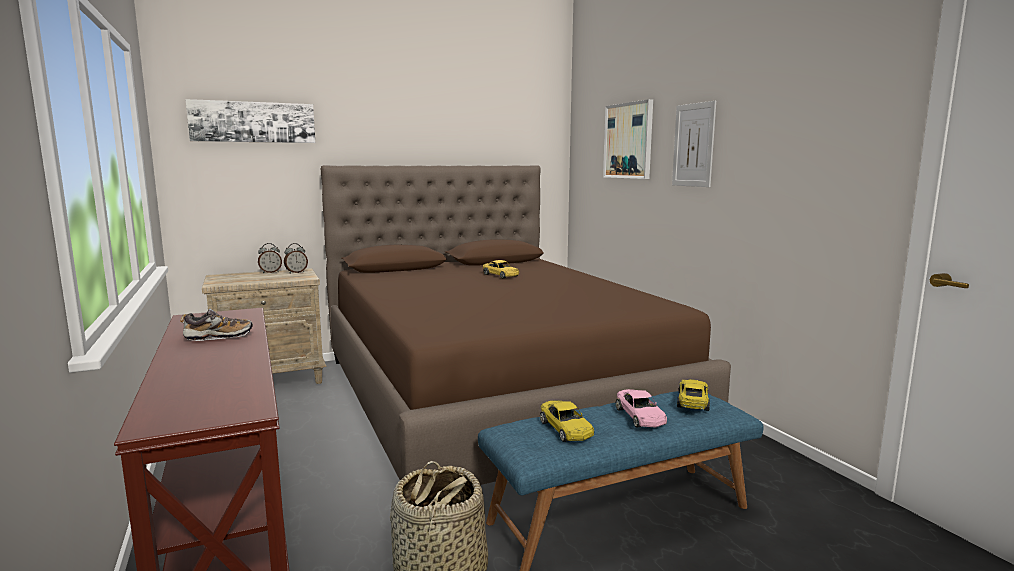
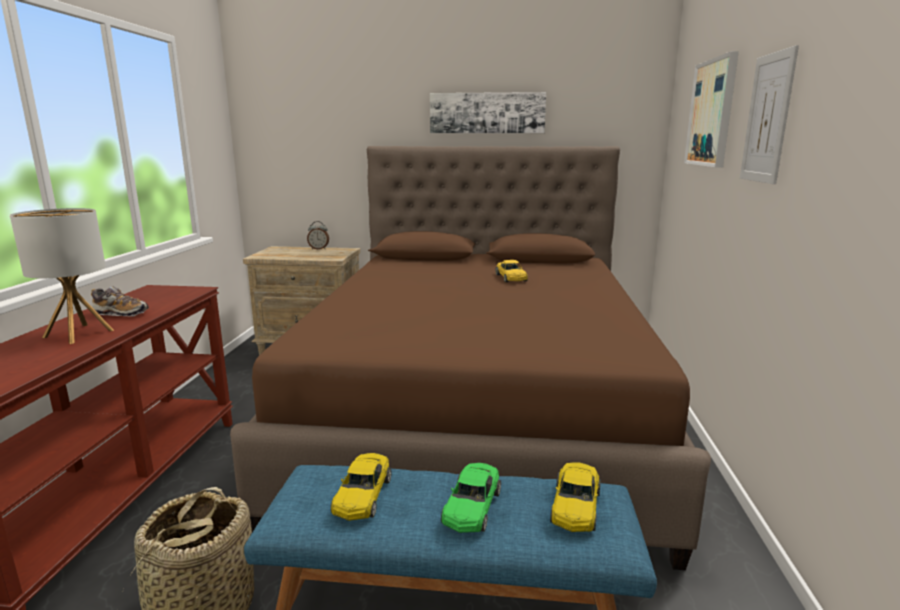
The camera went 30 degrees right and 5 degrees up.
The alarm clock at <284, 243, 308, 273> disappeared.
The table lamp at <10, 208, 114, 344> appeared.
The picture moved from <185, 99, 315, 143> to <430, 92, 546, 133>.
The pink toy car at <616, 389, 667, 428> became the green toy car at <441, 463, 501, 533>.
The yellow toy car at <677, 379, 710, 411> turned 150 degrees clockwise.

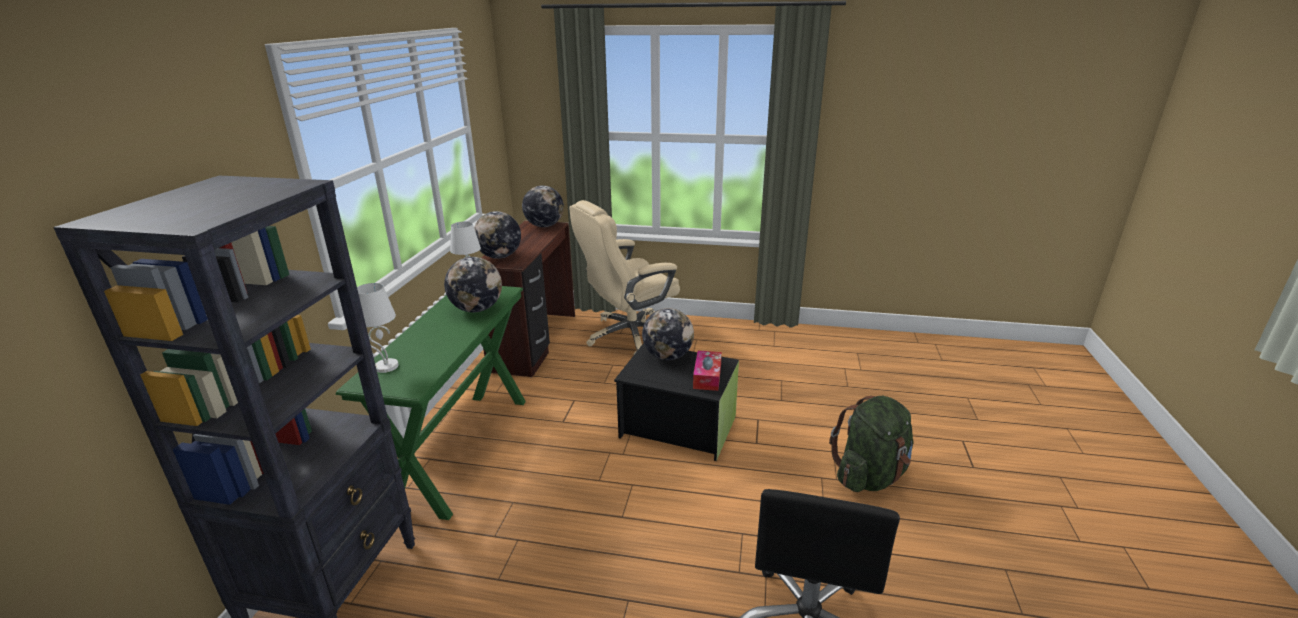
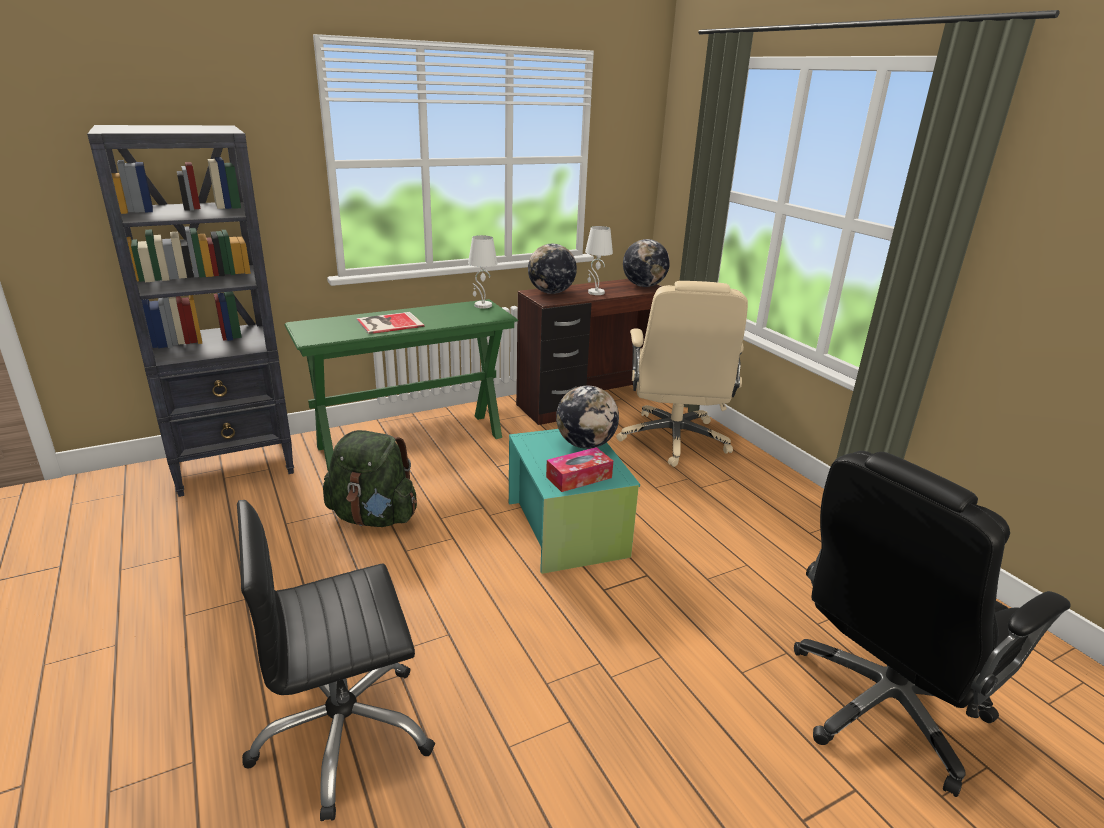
The camera went 50 degrees right and 0 degrees up.
The globe at <444, 257, 502, 312> disappeared.
The book at <356, 312, 424, 334> appeared.
The black office chair at <794, 451, 1071, 797> appeared.
The white table lamp moved from <357, 283, 399, 373> to <585, 226, 613, 295>.
The green backpack moved from <829, 396, 914, 492> to <323, 430, 417, 527>.
The black storage box at <614, 343, 739, 461> became the turquoise storage box at <509, 429, 640, 574>.
The beige office chair at <570, 200, 680, 356> turned 105 degrees counterclockwise.

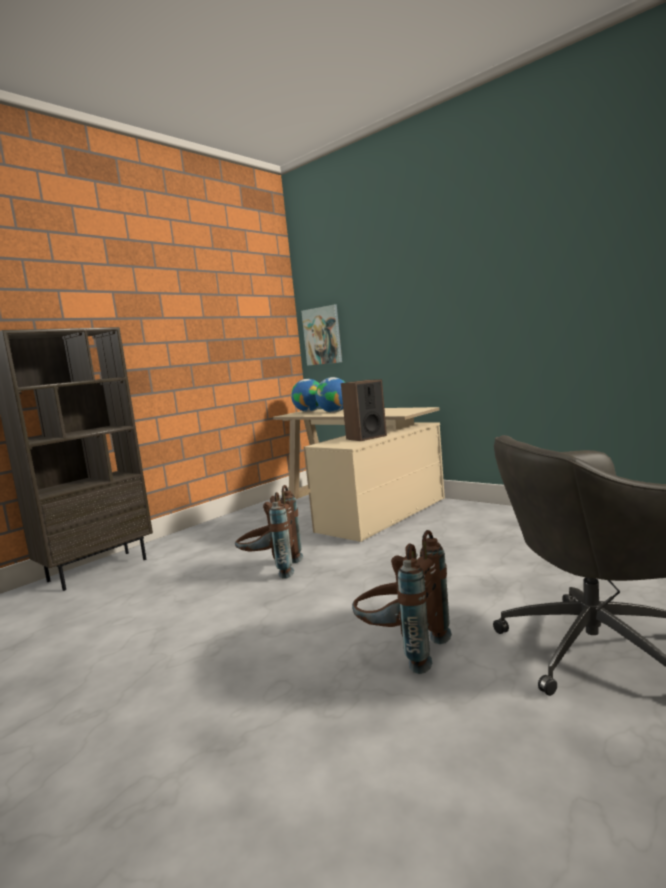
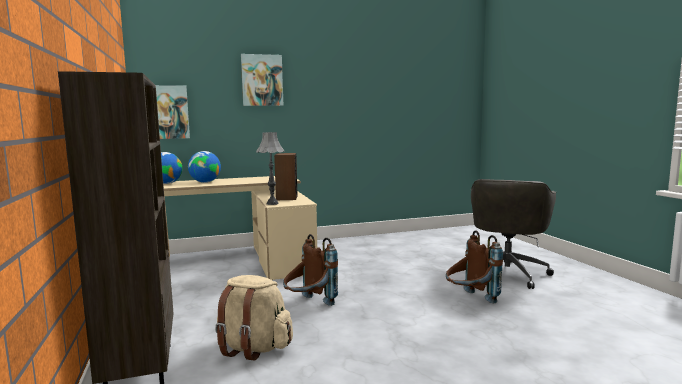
The camera went 60 degrees left and 0 degrees up.
The beige backpack at <215, 275, 293, 360> appeared.
The picture at <241, 54, 283, 106> appeared.
The grey table lamp at <256, 132, 284, 205> appeared.

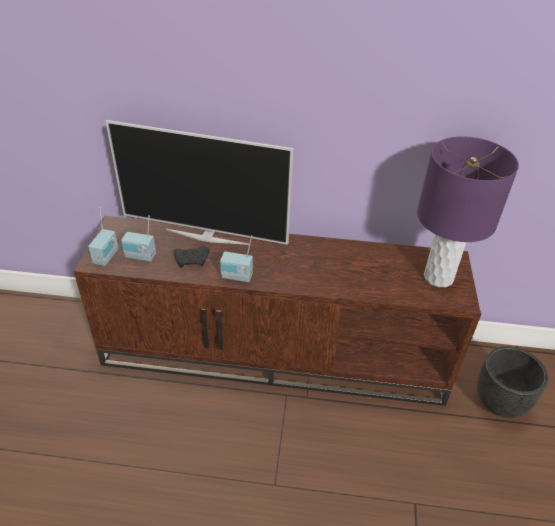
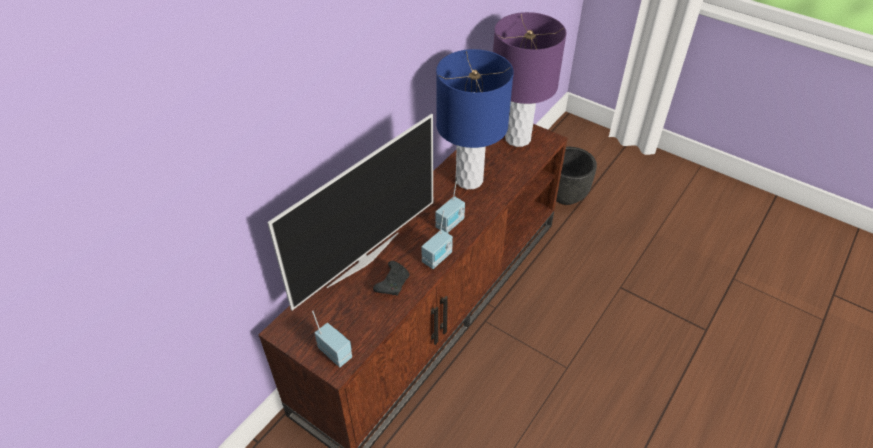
The camera went 60 degrees left and 5 degrees up.
The blue table lamp at <436, 49, 514, 189> appeared.
The radio moved from <121, 215, 156, 262> to <436, 177, 465, 233>.

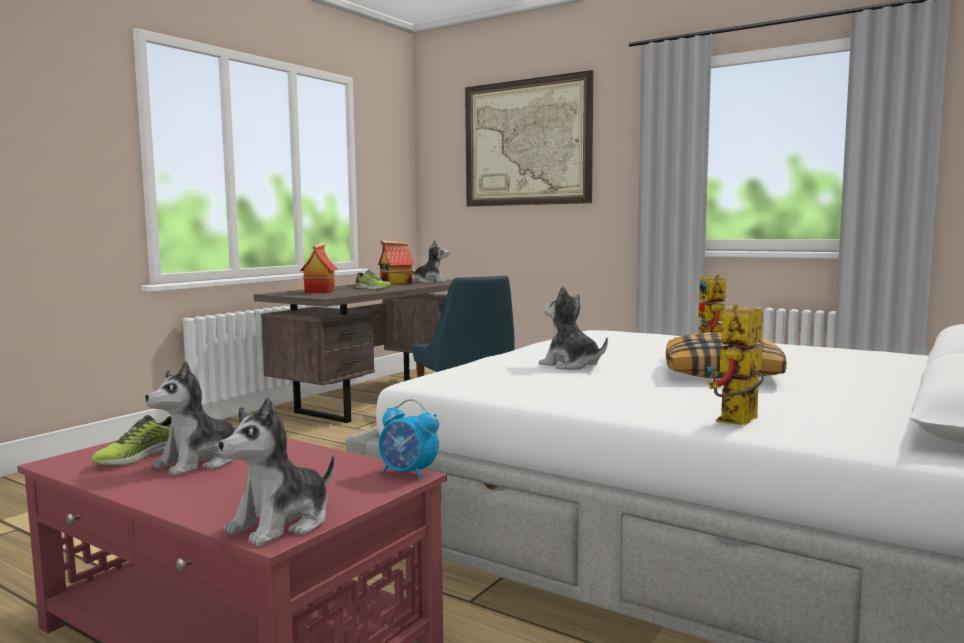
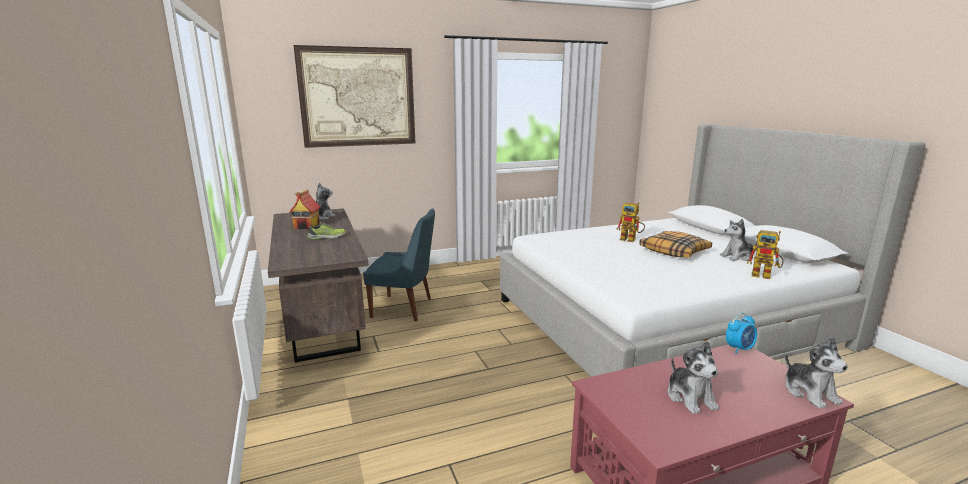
The camera went 55 degrees left and 10 degrees up.
The shoe at <91, 415, 171, 466> disappeared.
The toy house at <300, 242, 337, 293> disappeared.
The plush toy moved from <539, 286, 608, 370> to <720, 219, 757, 261>.
The toy robot at <707, 304, 764, 425> turned 45 degrees counterclockwise.

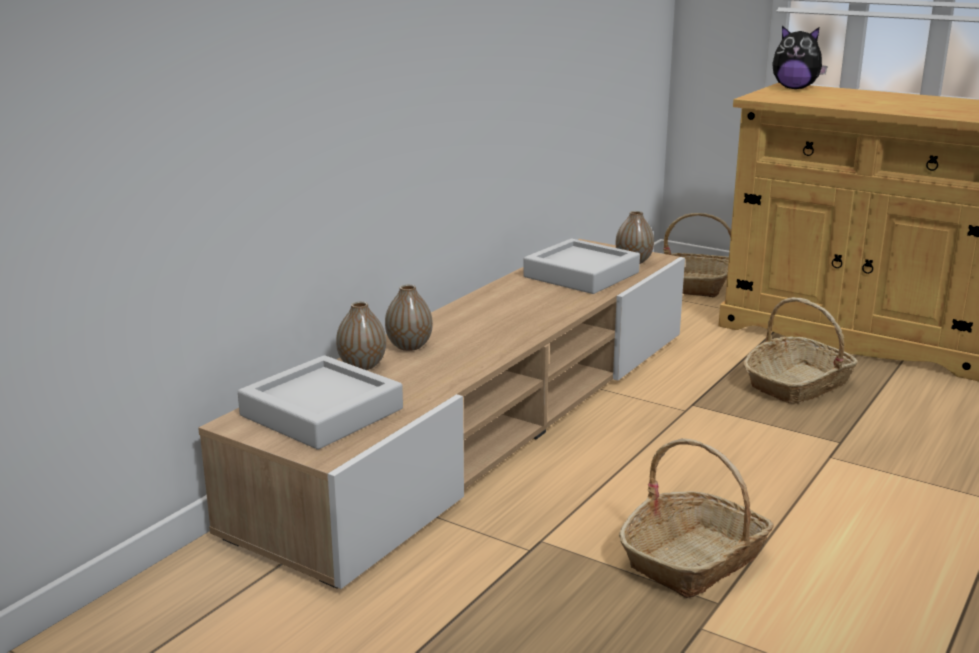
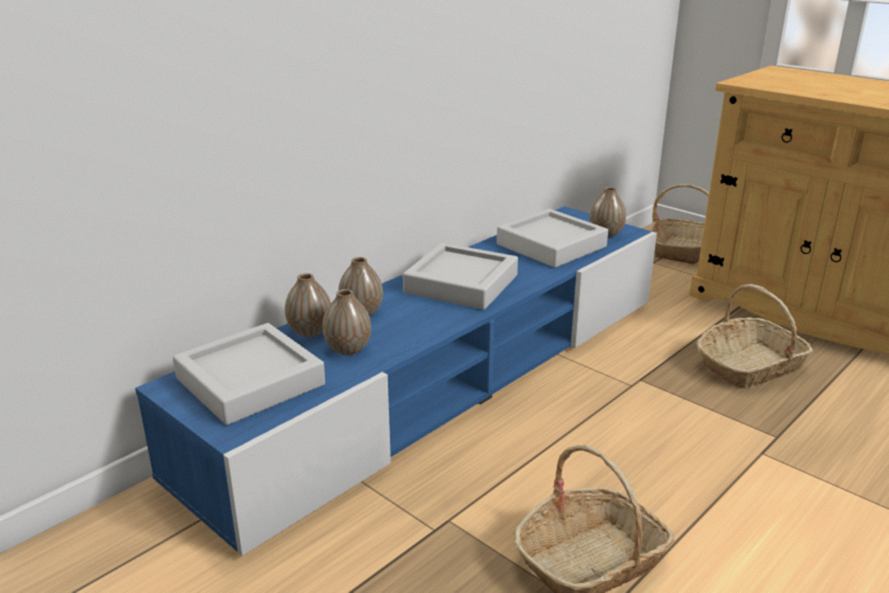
The camera went 10 degrees right and 5 degrees up.
The plush toy at <772, 26, 828, 89> disappeared.
The vase at <322, 289, 371, 355> appeared.
The grey tray at <403, 243, 518, 310> appeared.
The beige tv stand at <198, 239, 685, 589> became the blue tv stand at <135, 206, 657, 556>.

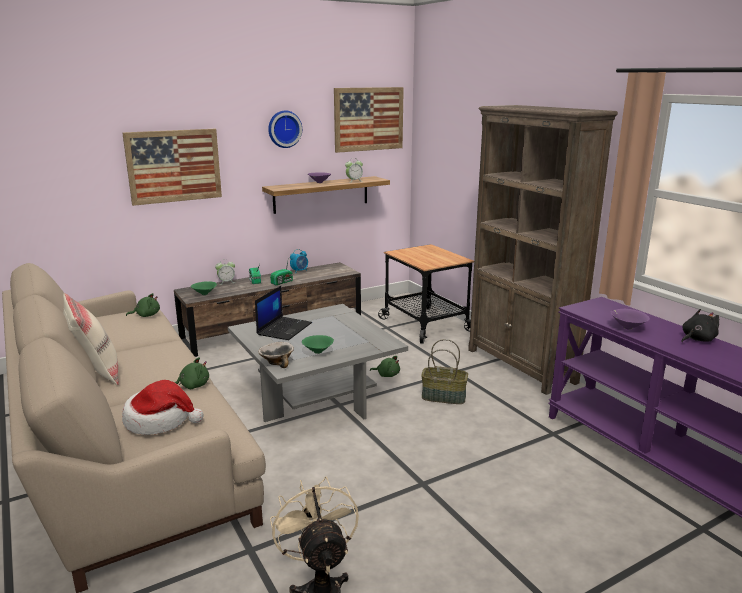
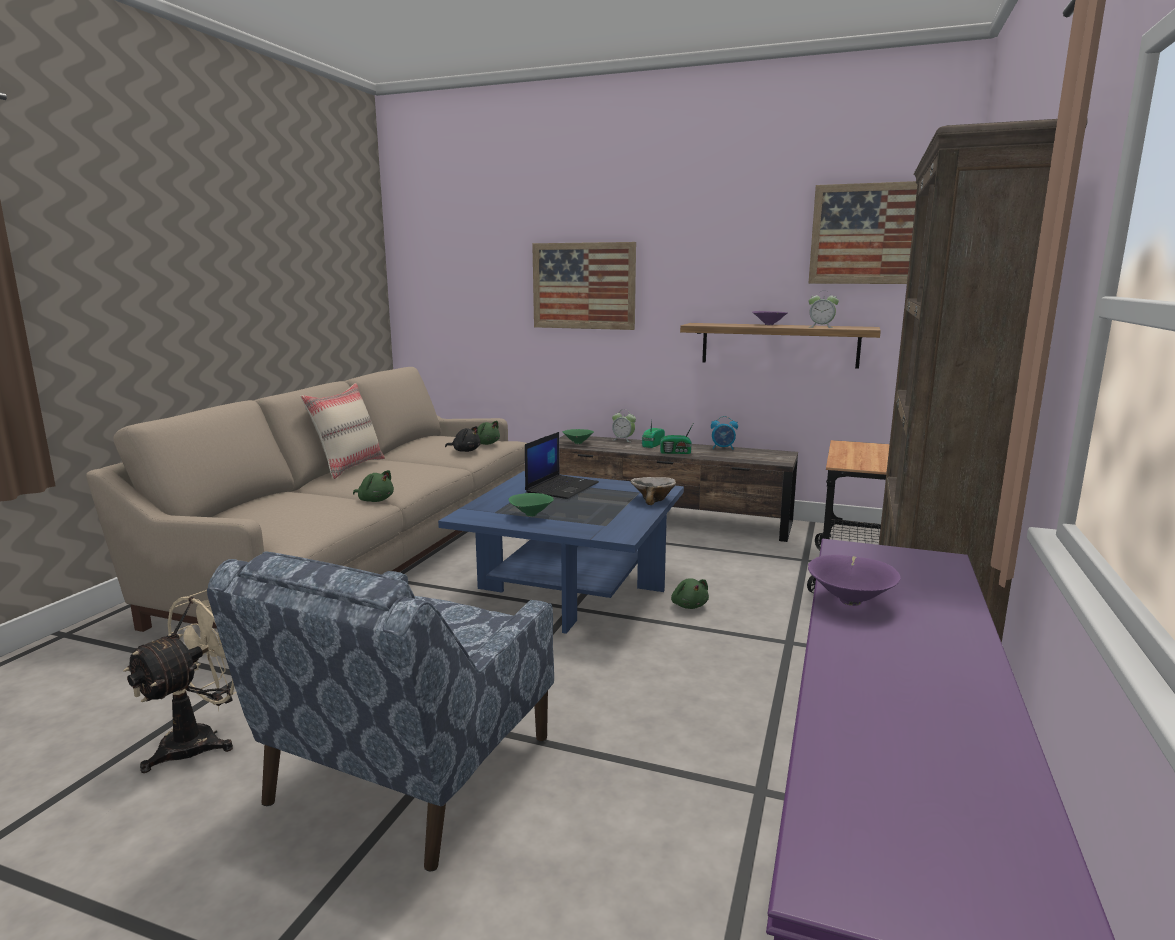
The camera went 50 degrees right and 5 degrees down.
The hat at <122, 380, 203, 435> disappeared.
The wall clock at <268, 110, 302, 148> disappeared.
The basket at <421, 339, 468, 404> disappeared.
The blue armchair at <207, 551, 554, 871> appeared.
The bowl moved from <258, 342, 294, 368> to <630, 477, 676, 505>.
The black plush toy moved from <682, 309, 719, 342> to <445, 426, 481, 452>.
The grey coffee table at <228, 304, 408, 422> became the blue coffee table at <438, 471, 684, 634>.
The laptop at <255, 286, 312, 340> turned 45 degrees counterclockwise.

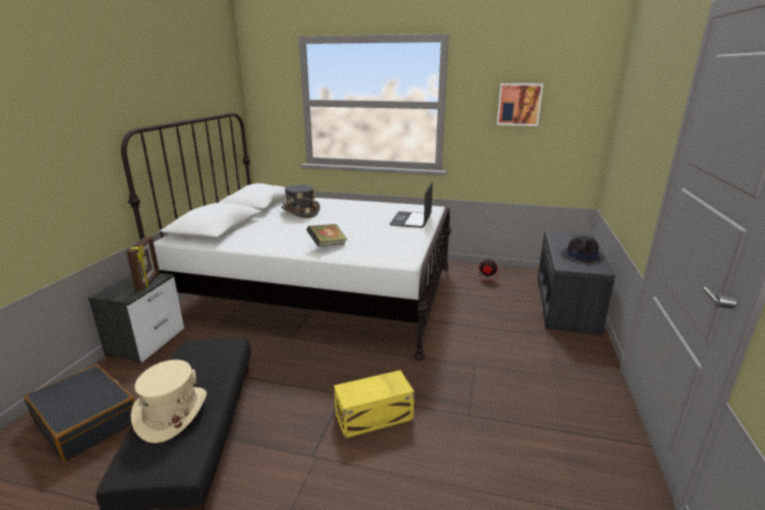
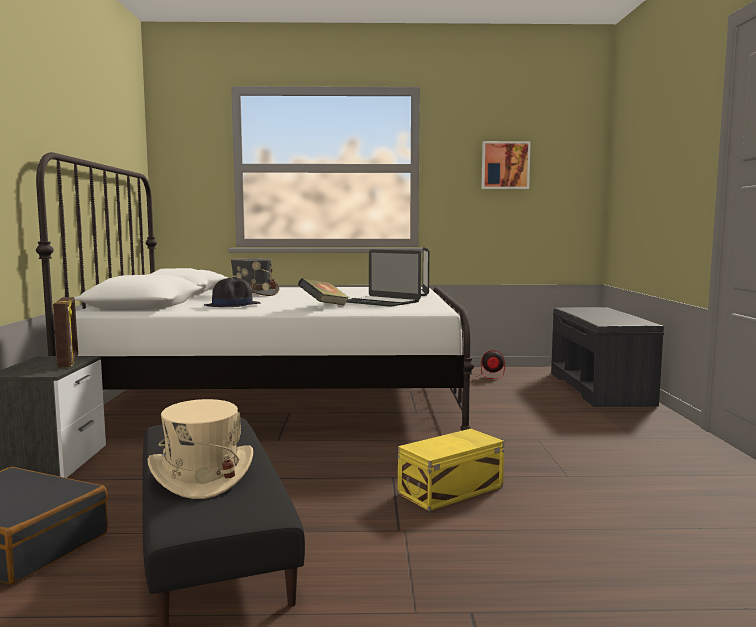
The camera went 15 degrees left and 15 degrees down.
The laptop at <346, 250, 421, 307> appeared.
The black hat moved from <561, 236, 604, 262> to <204, 278, 260, 307>.

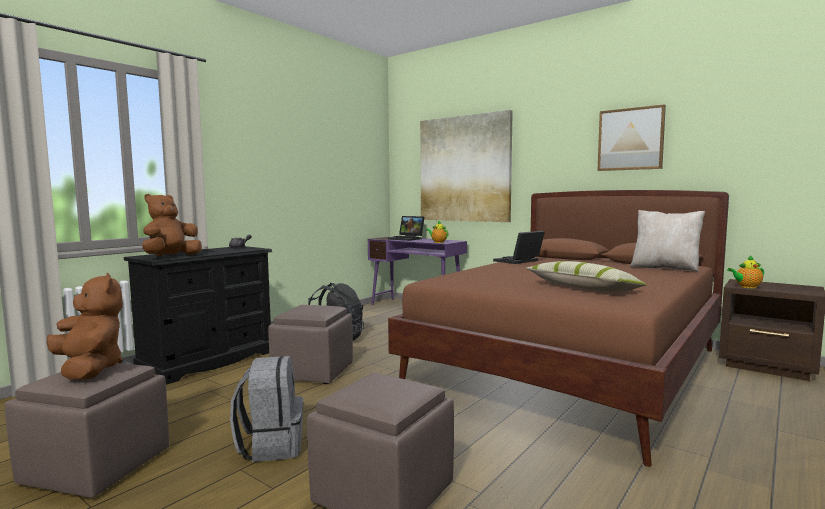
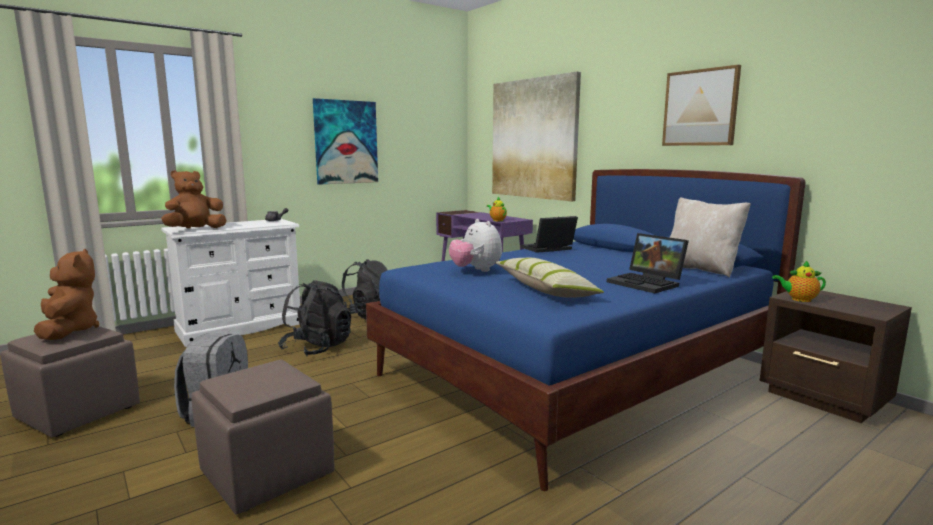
The camera went 15 degrees right and 5 degrees up.
The picture at <313, 98, 378, 185> appeared.
The plush toy at <449, 219, 502, 272> appeared.
The laptop moved from <388, 216, 425, 241> to <607, 233, 689, 293>.
The brown ottoman at <268, 305, 353, 384> was replaced by the black backpack at <278, 280, 351, 356>.
The black dresser at <124, 246, 272, 385> became the white dresser at <161, 219, 300, 347>.
The brown bed at <388, 190, 729, 467> became the blue bed at <366, 169, 805, 491>.

